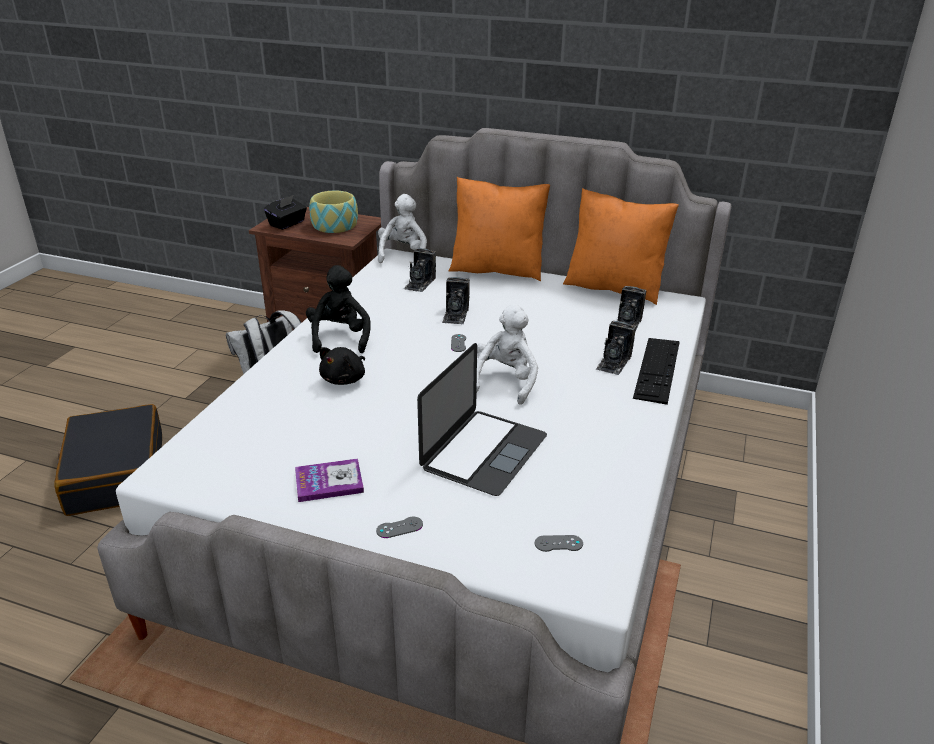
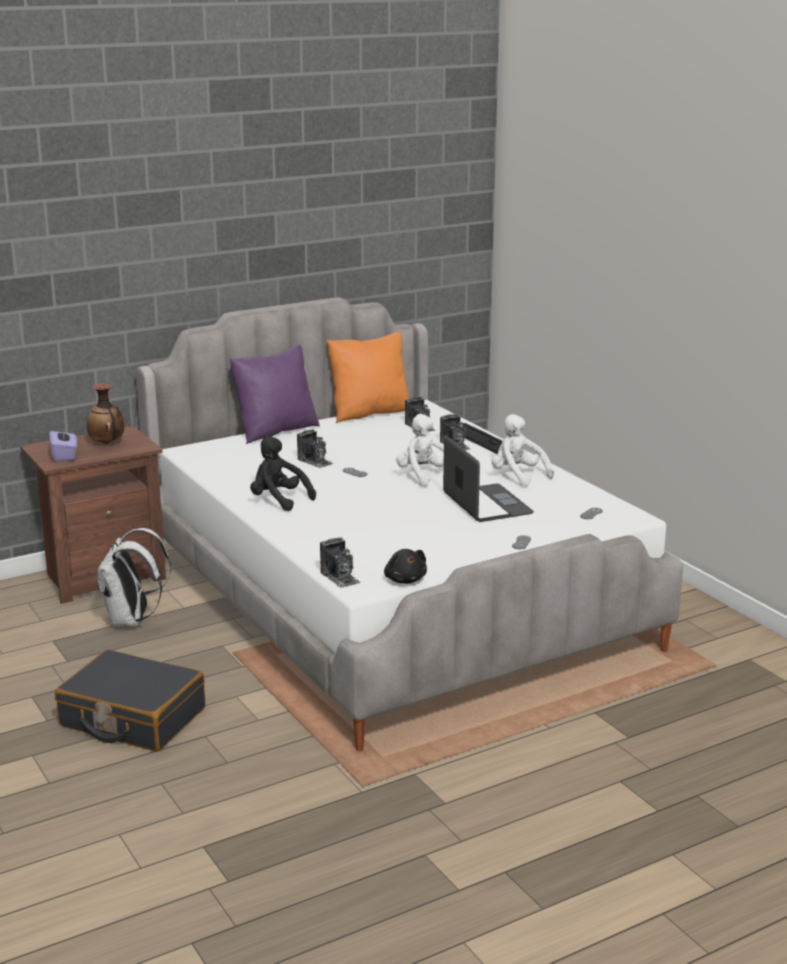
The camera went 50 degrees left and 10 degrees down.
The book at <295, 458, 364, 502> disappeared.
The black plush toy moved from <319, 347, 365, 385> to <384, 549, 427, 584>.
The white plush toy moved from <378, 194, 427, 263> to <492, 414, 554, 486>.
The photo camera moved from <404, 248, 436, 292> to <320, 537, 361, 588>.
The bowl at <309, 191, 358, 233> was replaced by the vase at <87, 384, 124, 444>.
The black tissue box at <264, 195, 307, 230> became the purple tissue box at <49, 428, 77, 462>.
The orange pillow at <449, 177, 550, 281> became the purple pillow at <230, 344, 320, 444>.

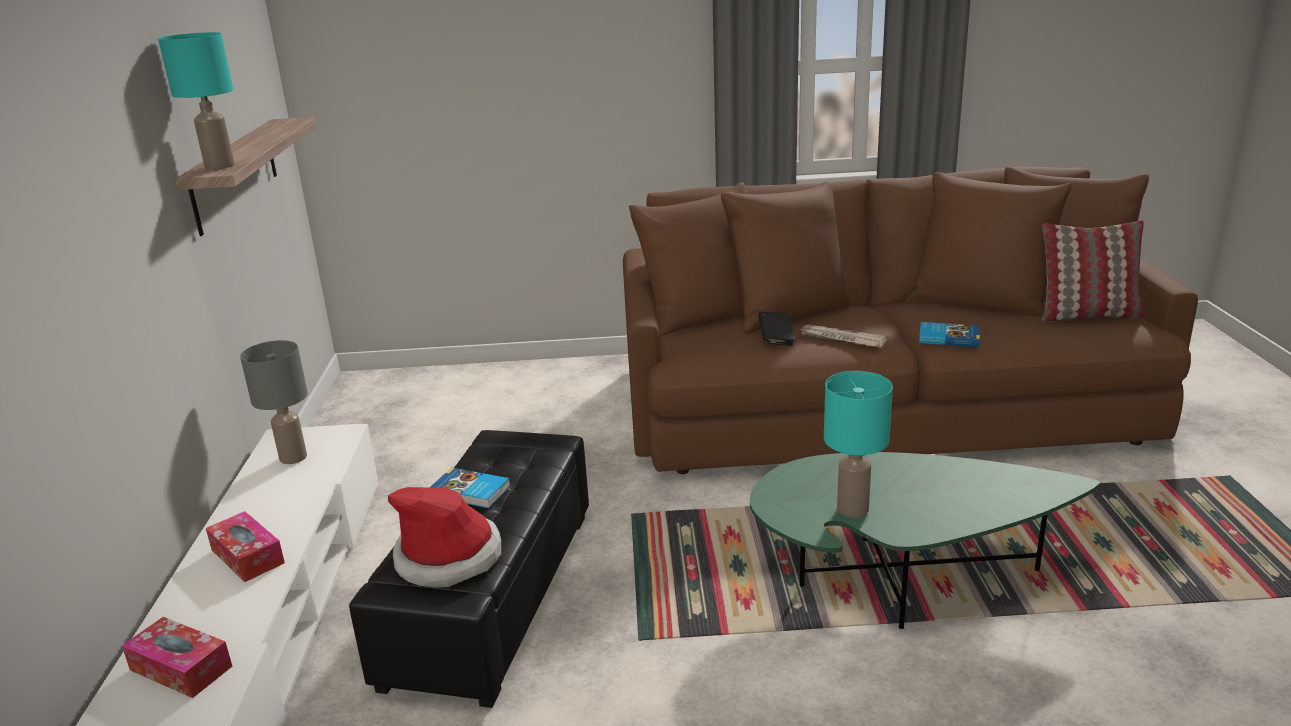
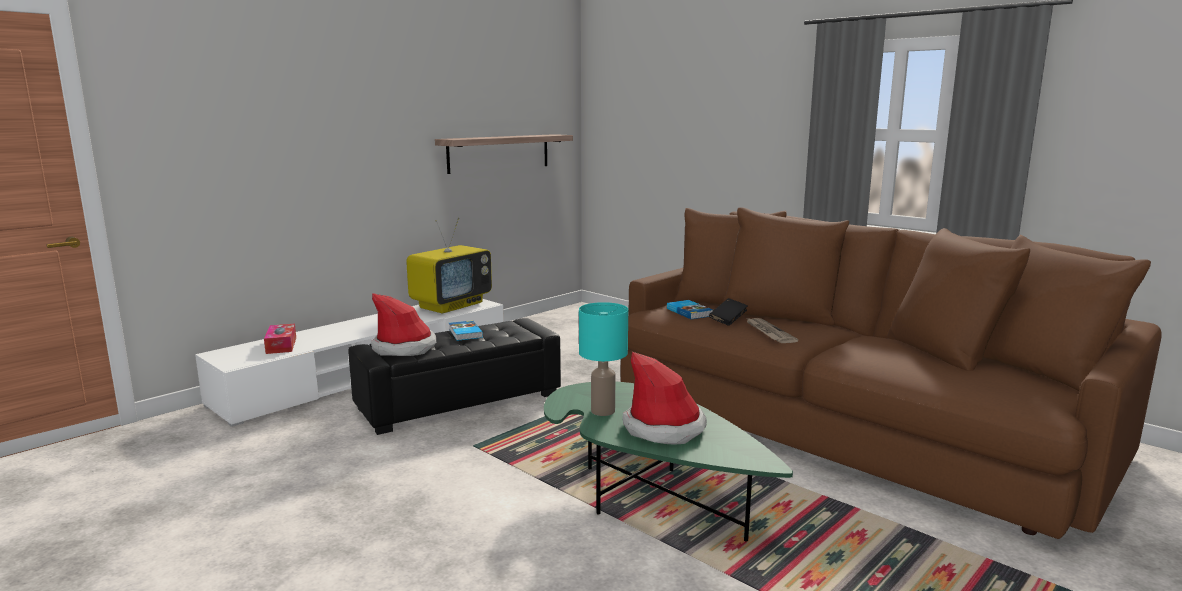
The camera went 45 degrees right and 10 degrees down.
The turquoise table lamp at <158, 32, 235, 169> disappeared.
The tissue box at <206, 511, 285, 582> disappeared.
The pillow at <1042, 220, 1145, 322> disappeared.
The hat at <623, 352, 707, 445> appeared.
The book moved from <919, 322, 980, 347> to <667, 300, 713, 319>.
The grey table lamp at <240, 340, 308, 464> was replaced by the television at <406, 218, 492, 313>.

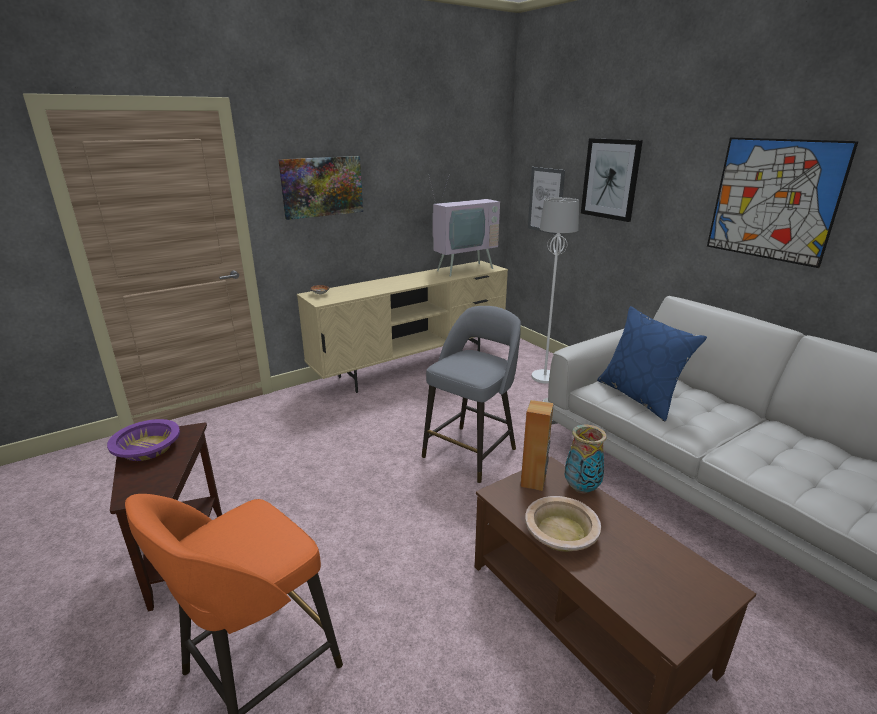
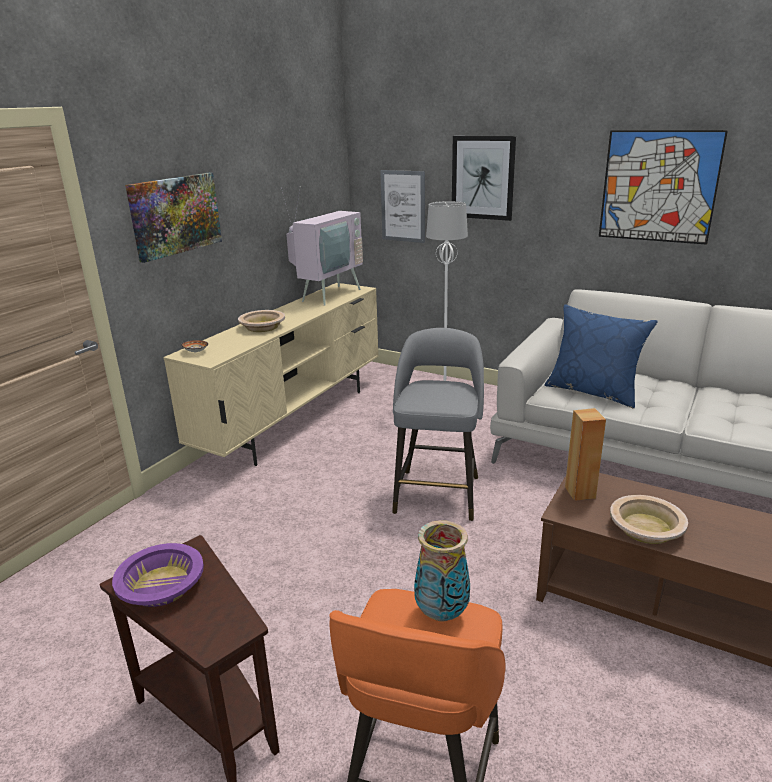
The camera went 25 degrees left and 0 degrees up.
The beige bowl at <238, 310, 285, 332> appeared.
The vase moved from <565, 425, 607, 493> to <414, 520, 470, 622>.

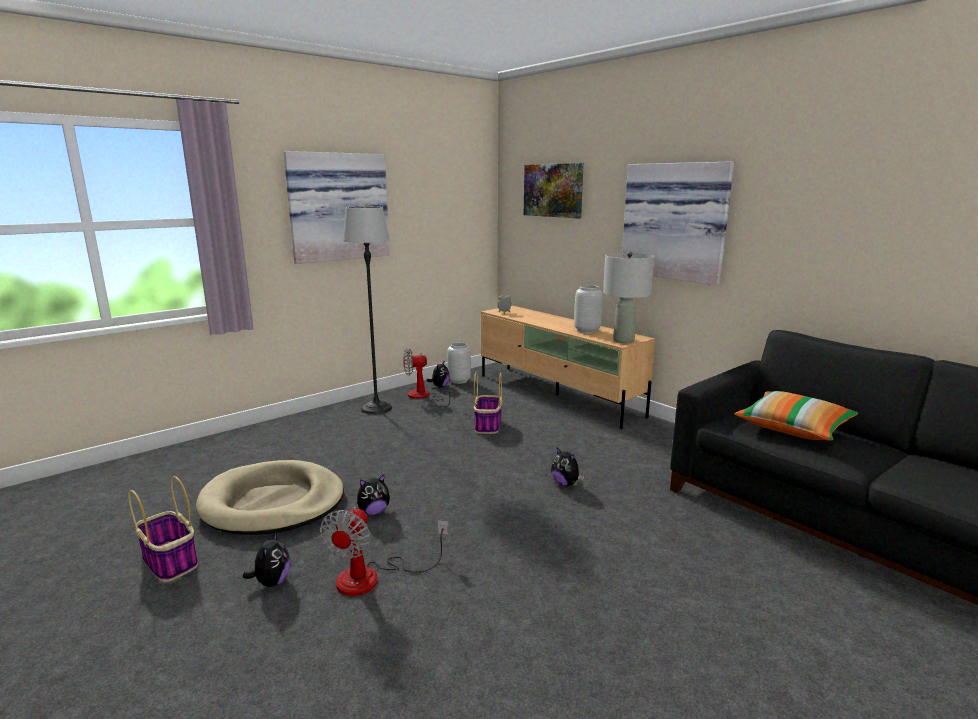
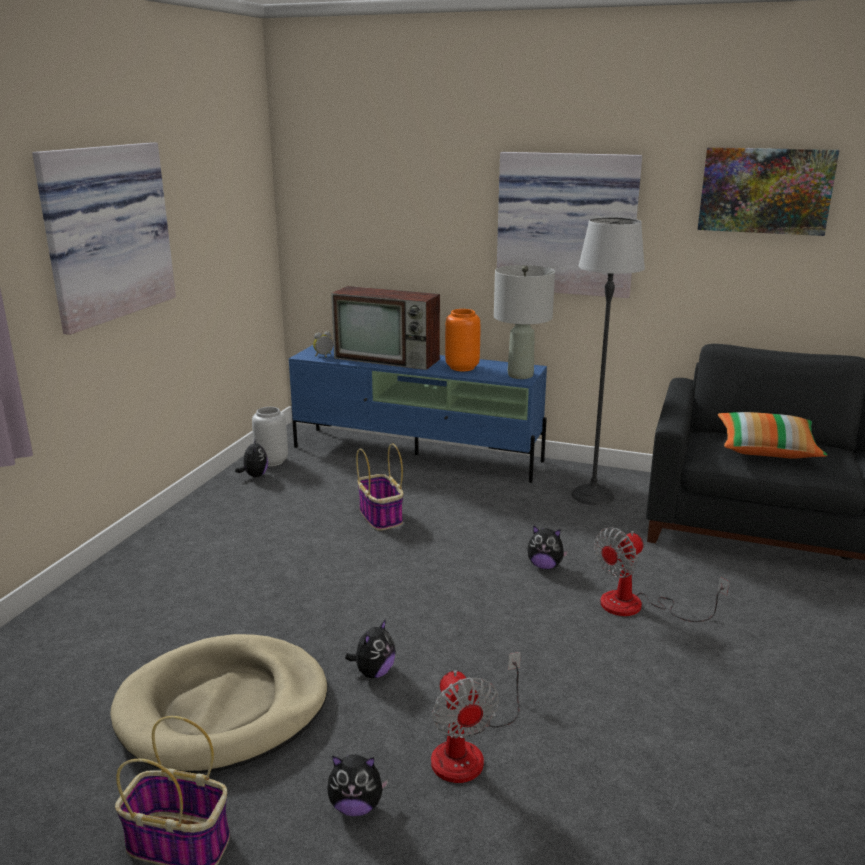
The camera went 30 degrees left and 5 degrees up.
The television at <331, 286, 440, 370> appeared.
The floor lamp moved from <343, 206, 392, 414> to <572, 217, 645, 505>.
The fan moved from <403, 348, 455, 407> to <594, 527, 729, 622>.
The picture moved from <524, 163, 584, 218> to <698, 147, 839, 236>.
The beige tv stand at <481, 306, 655, 429> became the blue tv stand at <289, 344, 547, 483>.
The grey vase at <574, 285, 603, 333> became the orange vase at <445, 309, 480, 371>.
The plush toy at <243, 530, 291, 587> turned 120 degrees clockwise.

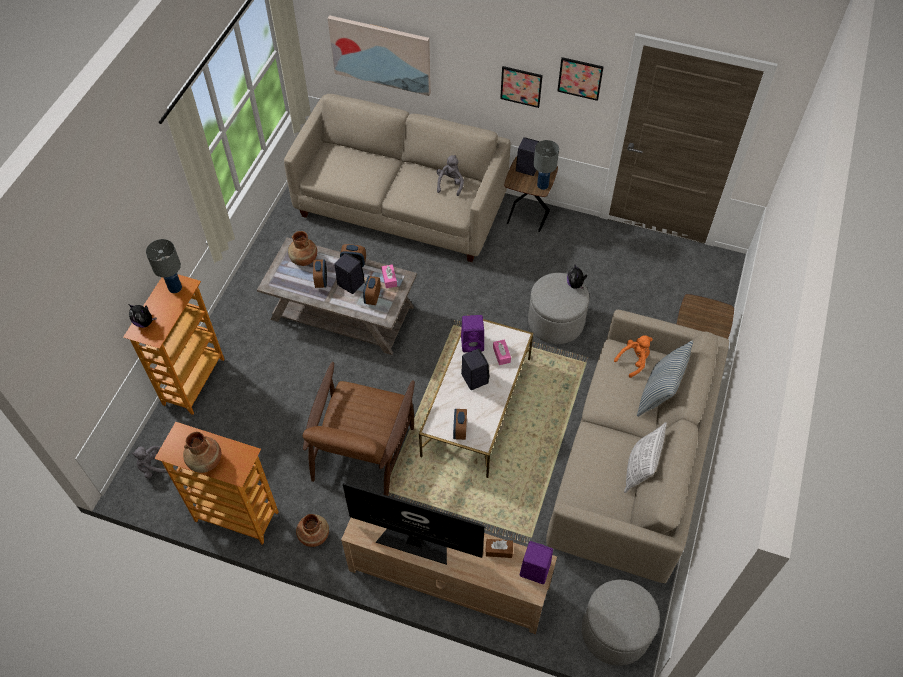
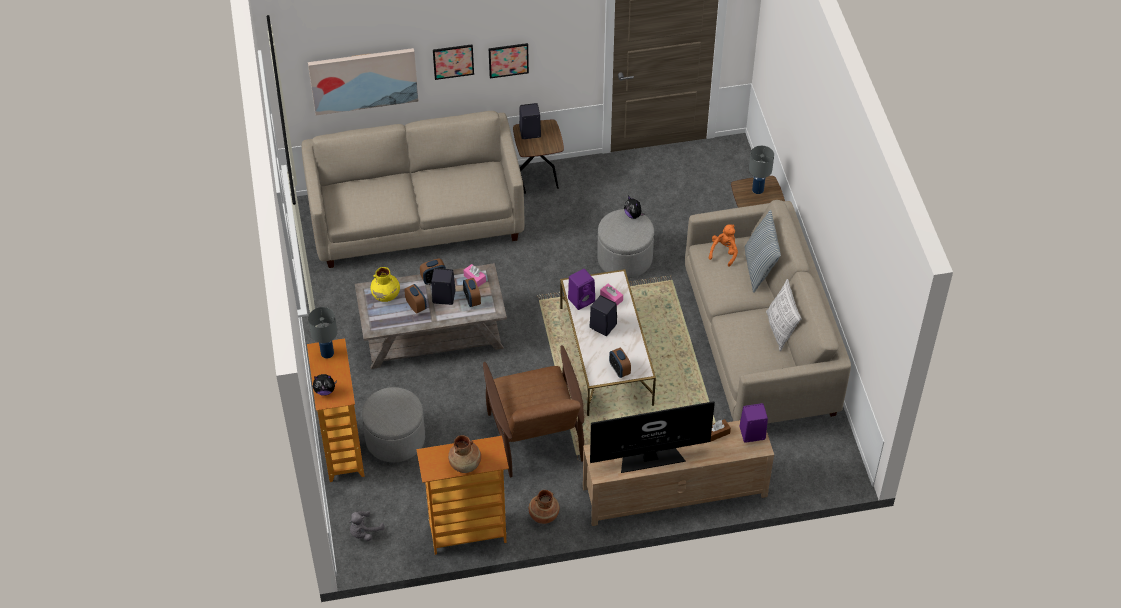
The camera went 30 degrees left and 5 degrees down.
The grey plush toy at <437, 155, 464, 196> disappeared.
The grey table lamp moved from <534, 140, 559, 190> to <749, 146, 774, 194>.
The picture moved from <557, 57, 604, 101> to <433, 44, 474, 80>.
The grey ottoman moved from <582, 580, 660, 666> to <362, 387, 425, 463>.
The brown vase at <288, 231, 317, 266> became the yellow vase at <371, 267, 400, 302>.

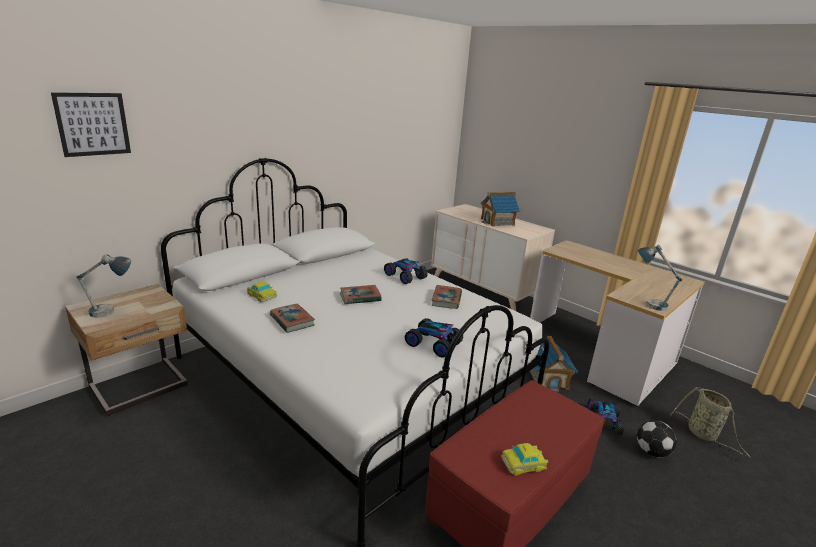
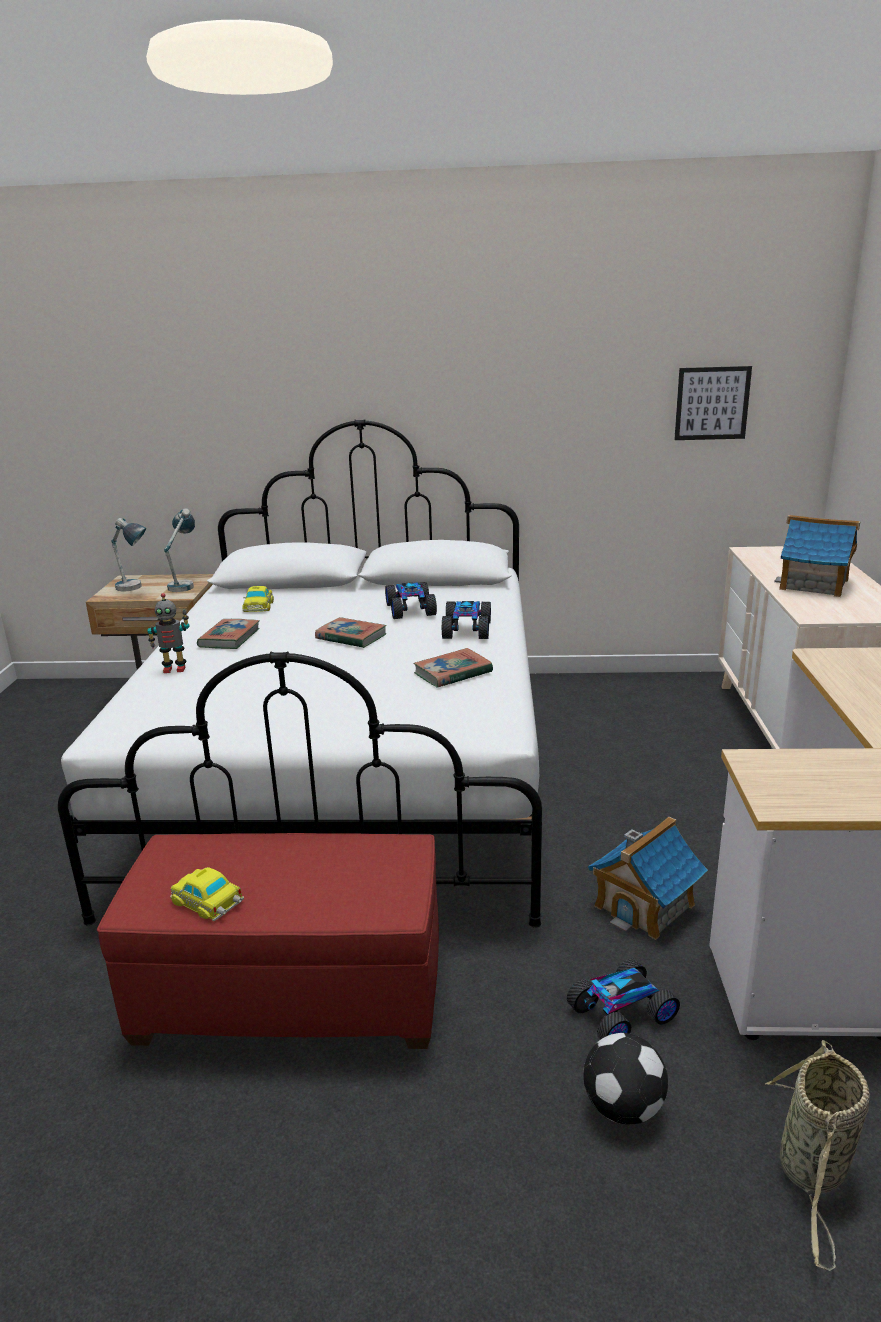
The camera went 50 degrees right and 0 degrees up.
The toy robot at <147, 593, 190, 673> appeared.
The picture moved from <51, 92, 131, 157> to <674, 366, 752, 440>.
The toy car moved from <405, 318, 463, 358> to <385, 582, 437, 619>.
The table lamp moved from <637, 245, 682, 311> to <164, 508, 195, 592>.

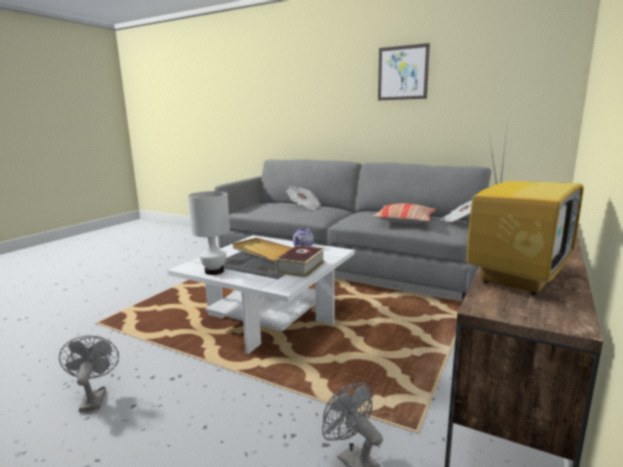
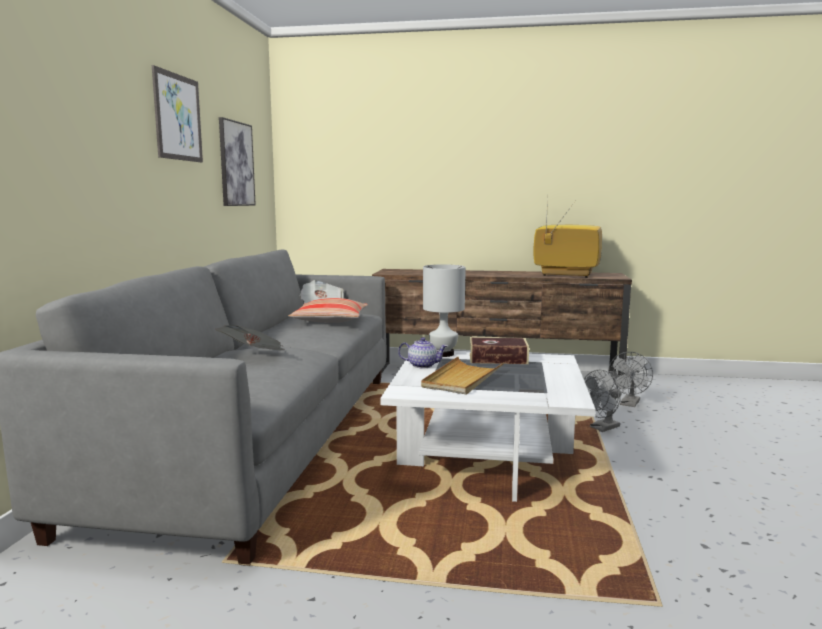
The camera went 110 degrees left and 5 degrees down.
The picture at <219, 117, 256, 206> appeared.
The grey fan moved from <59, 335, 119, 413> to <584, 370, 621, 432>.
The white table lamp moved from <188, 191, 230, 275> to <423, 264, 466, 357>.

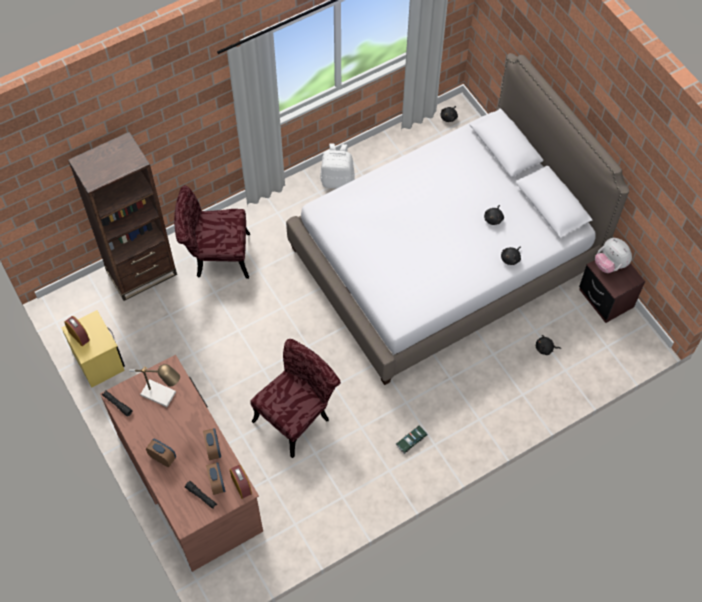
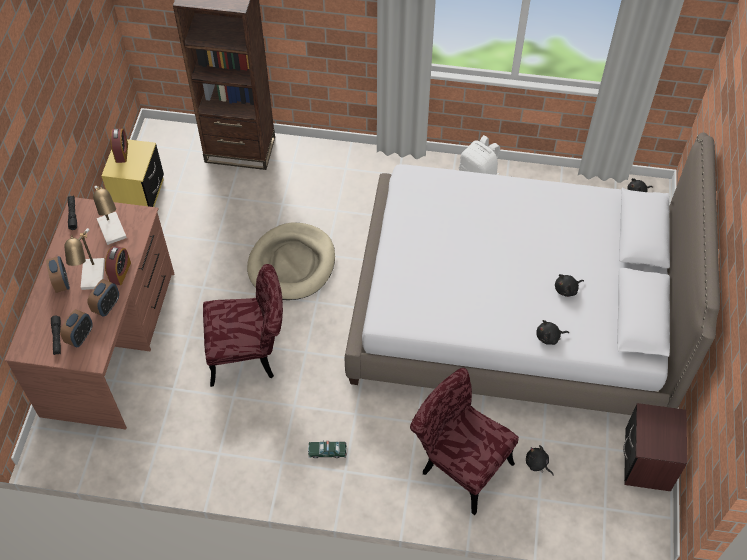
The camera went 40 degrees right and 5 degrees down.
The plush toy at <595, 238, 632, 273> disappeared.
The table lamp at <64, 228, 105, 290> appeared.
The beige dog bed at <247, 222, 335, 300> appeared.
The red chair moved from <174, 186, 250, 279> to <410, 368, 519, 515>.
The alarm clock moved from <230, 465, 252, 499> to <105, 246, 131, 285>.

